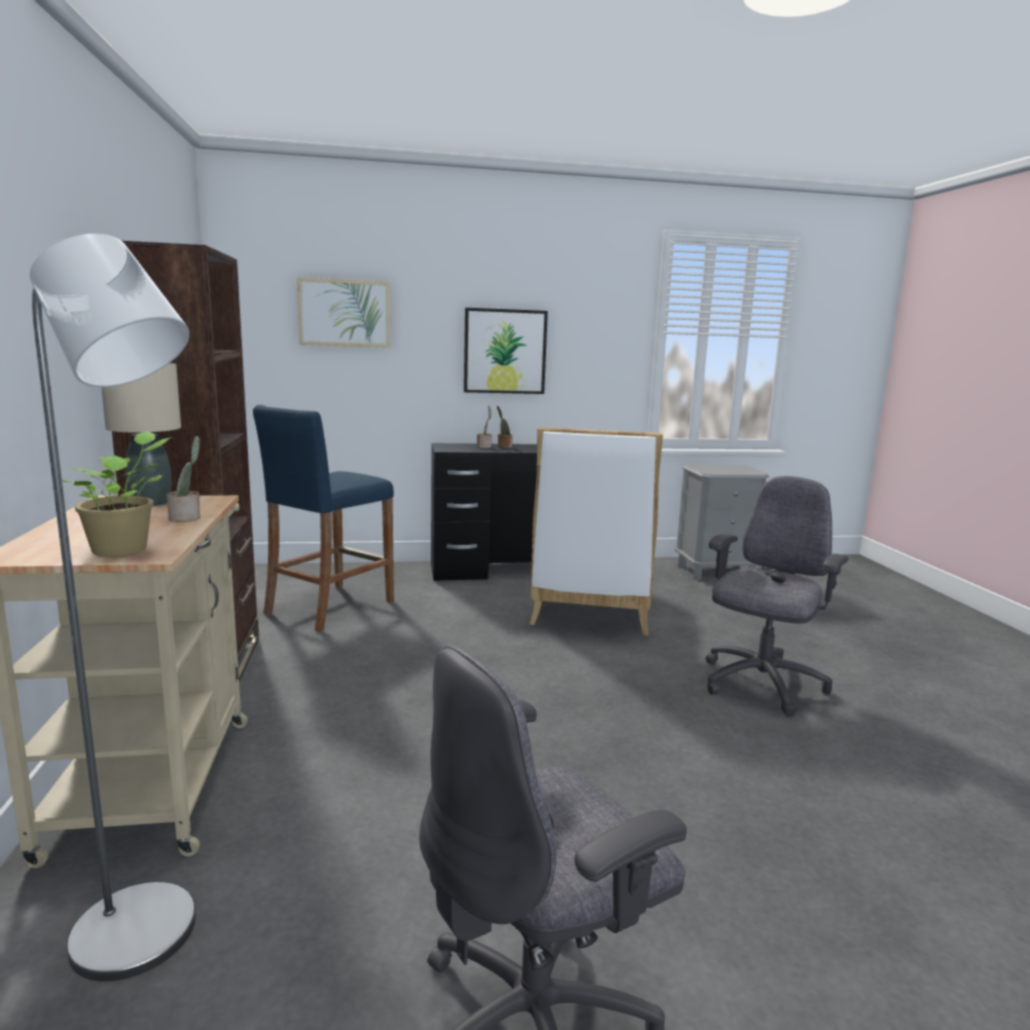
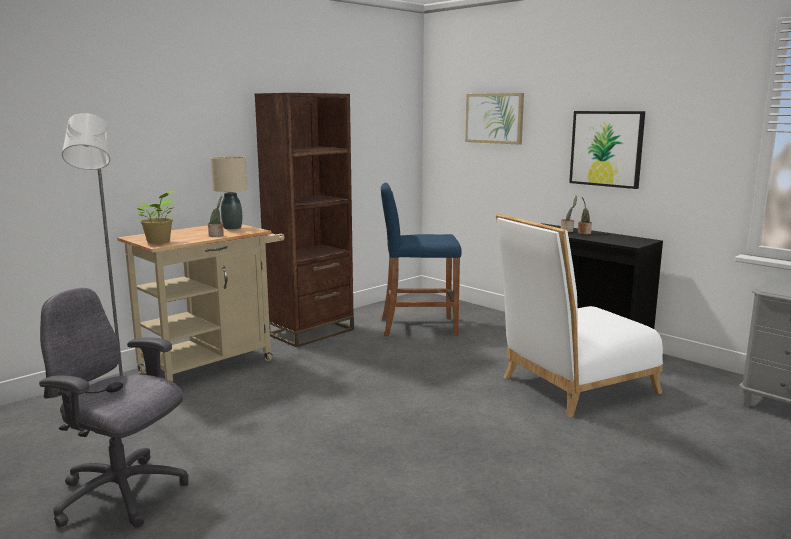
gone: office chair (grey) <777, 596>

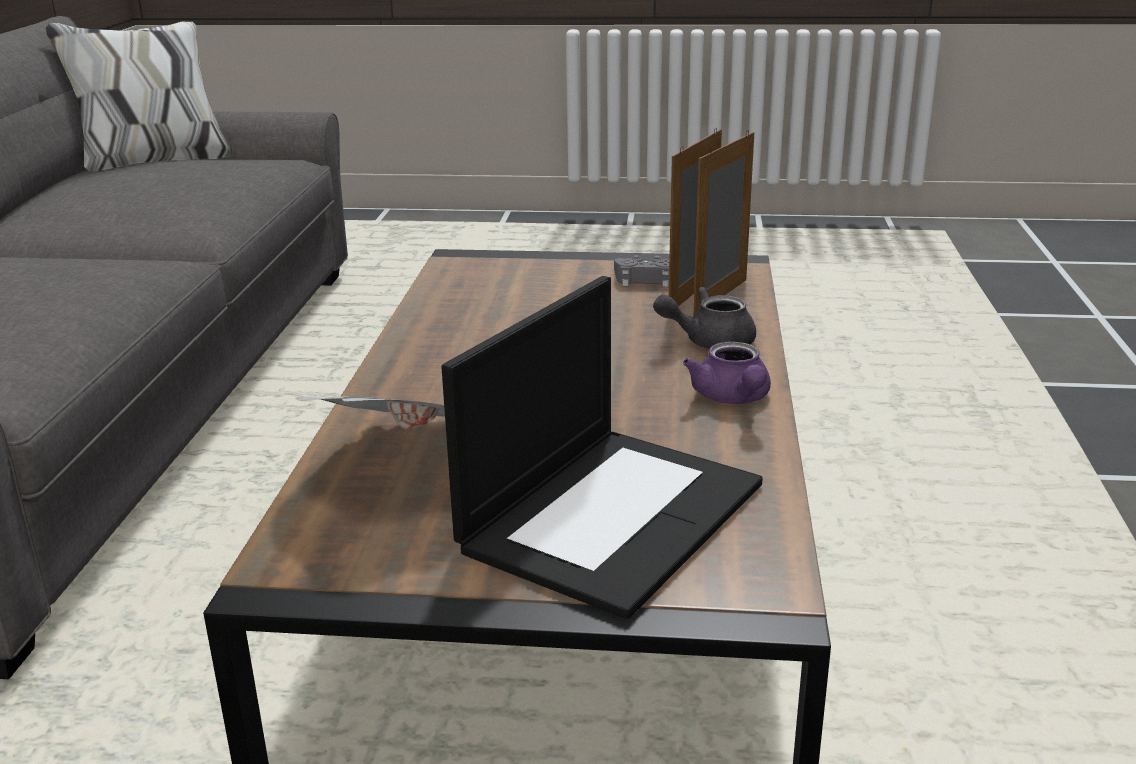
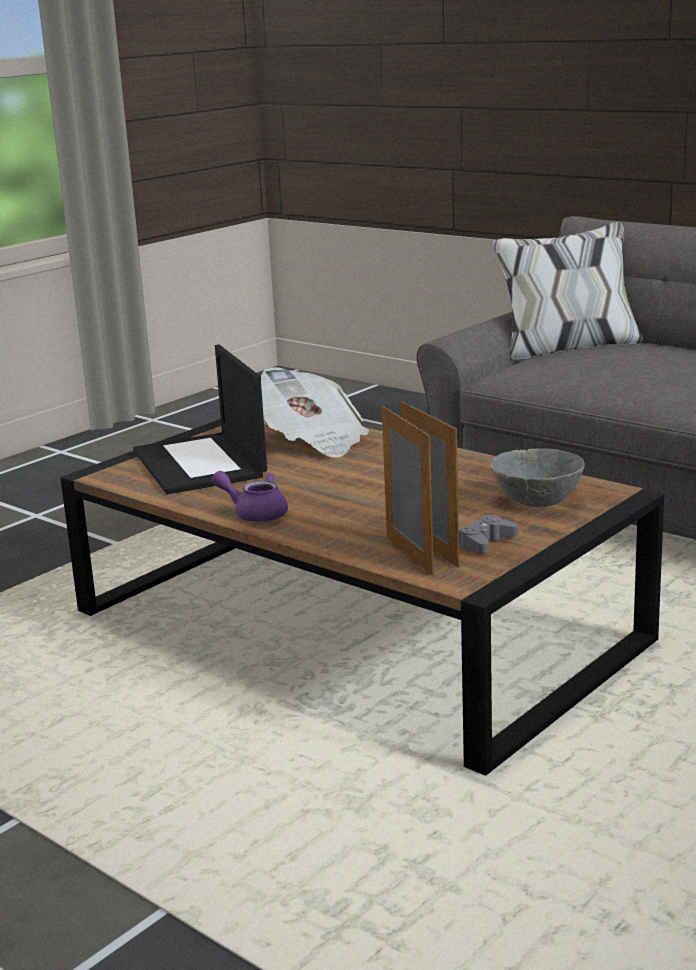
gone: teapot (grey) <704, 318>
new: bowl (grey) <538, 477>

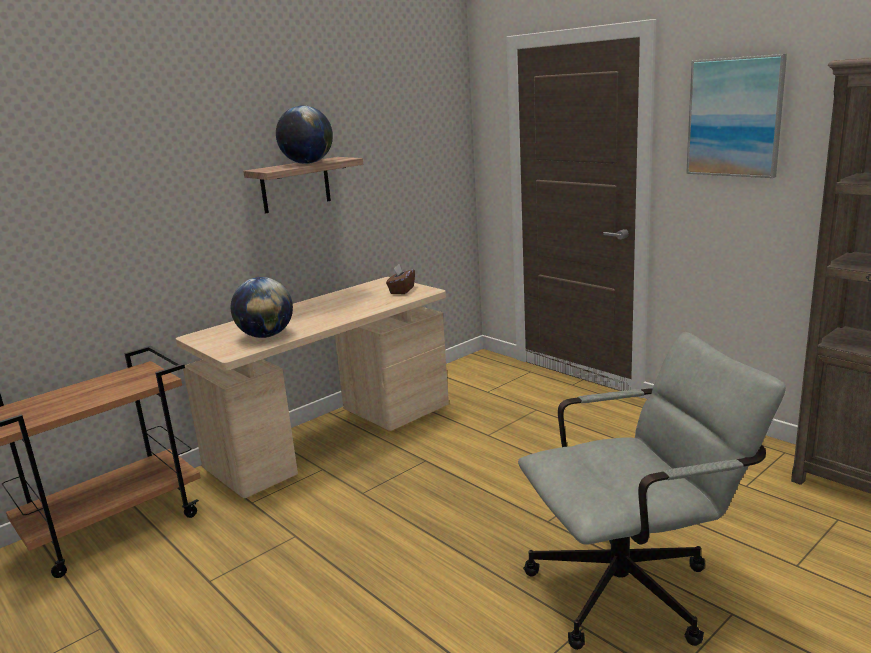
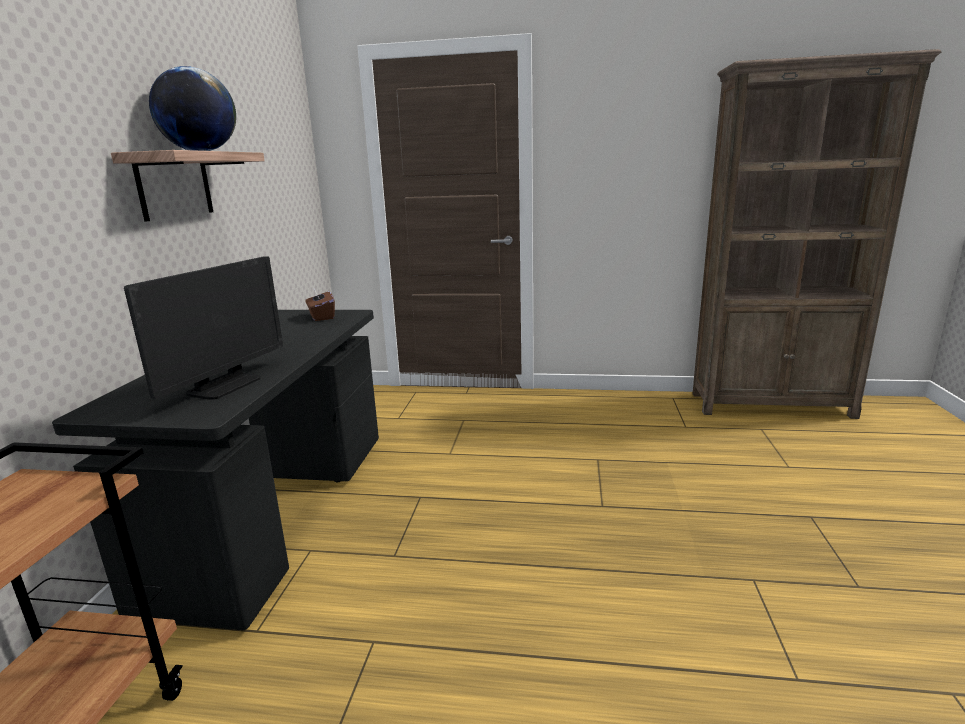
gone: office chair (grey) <652, 491>; picture <736, 116>
swapped: globe <262, 307> to monitor <203, 328>
repainted: desk (beige) <312, 387> to desk (black) <215, 470>

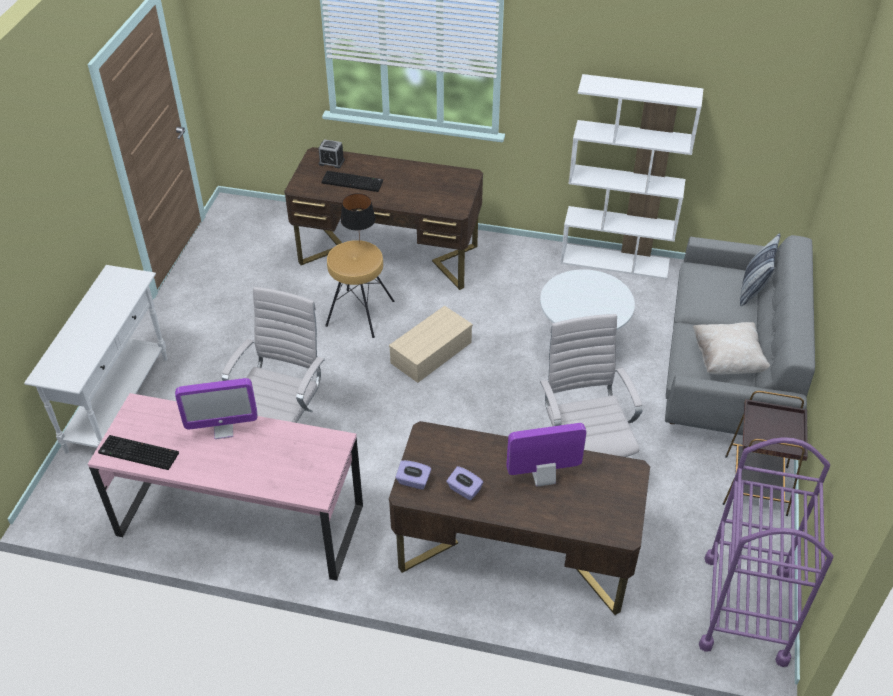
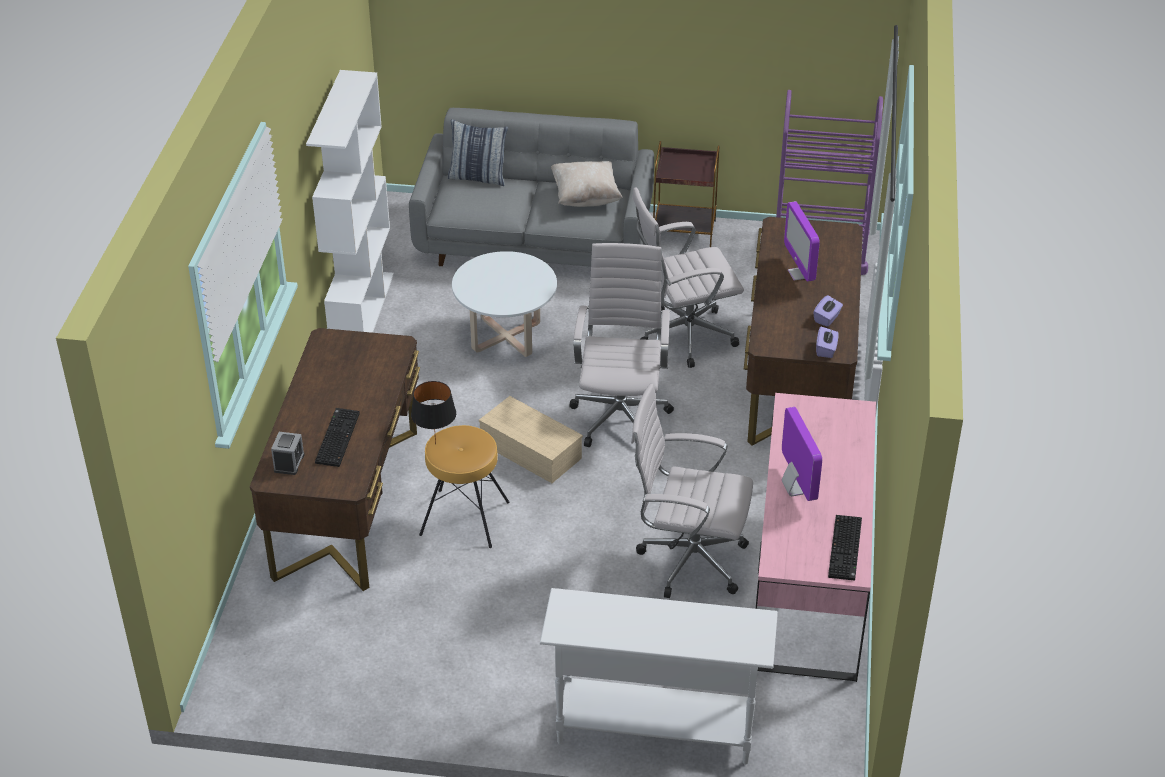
new: office chair (white) <621, 345>

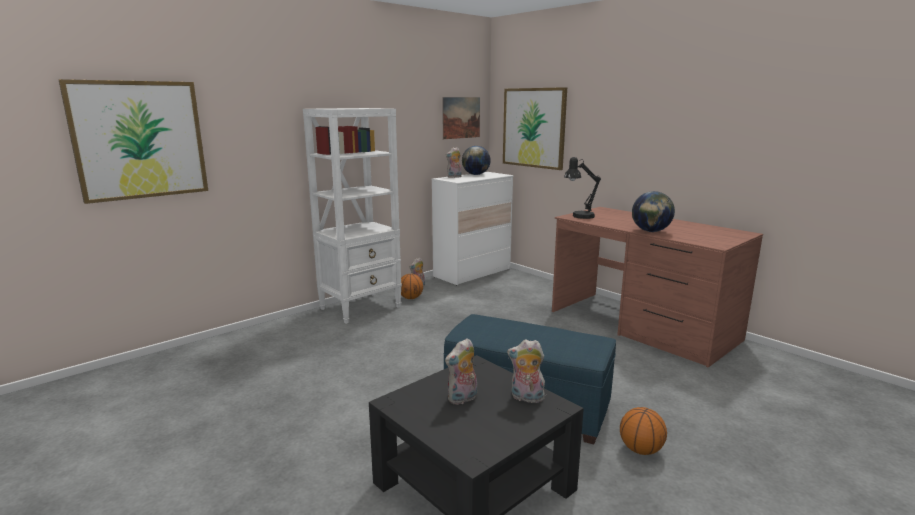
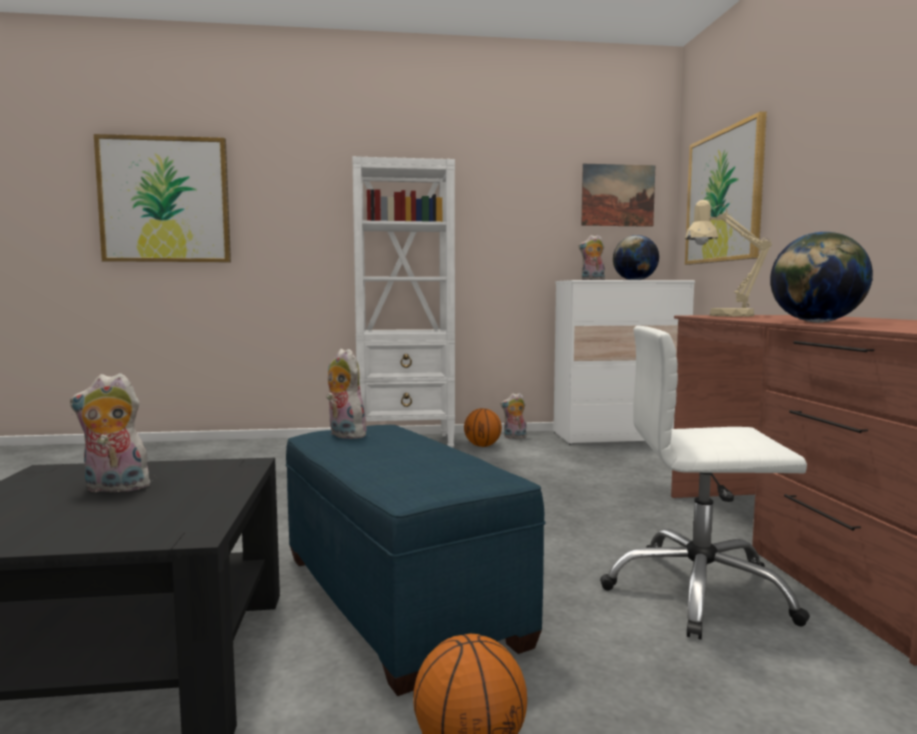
new: office chair (white) <705, 483>
shifted: plush toy <526, 371> to <346, 394>
repainted: table lamp (black) <582, 188> to table lamp (beige) <728, 258>

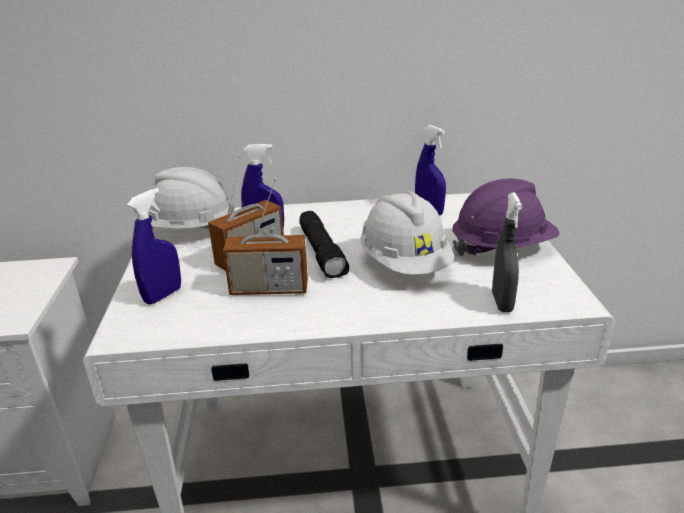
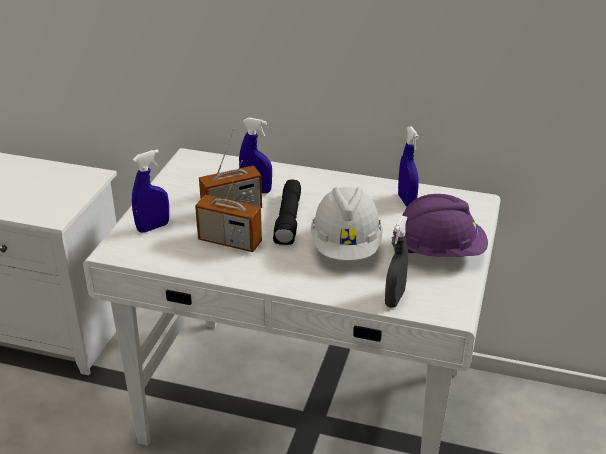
gone: hard hat (white) <191, 198>

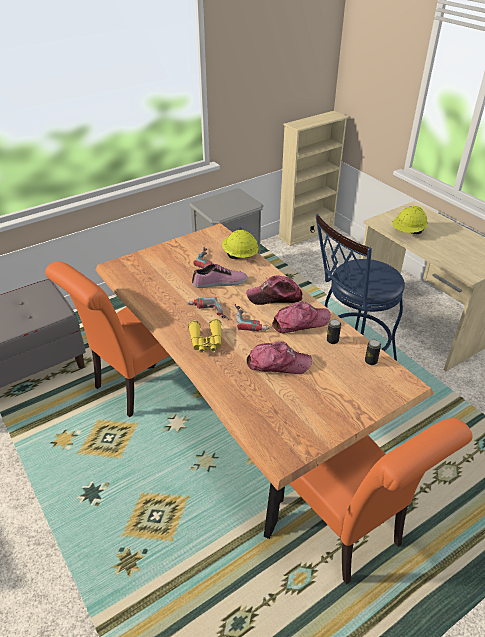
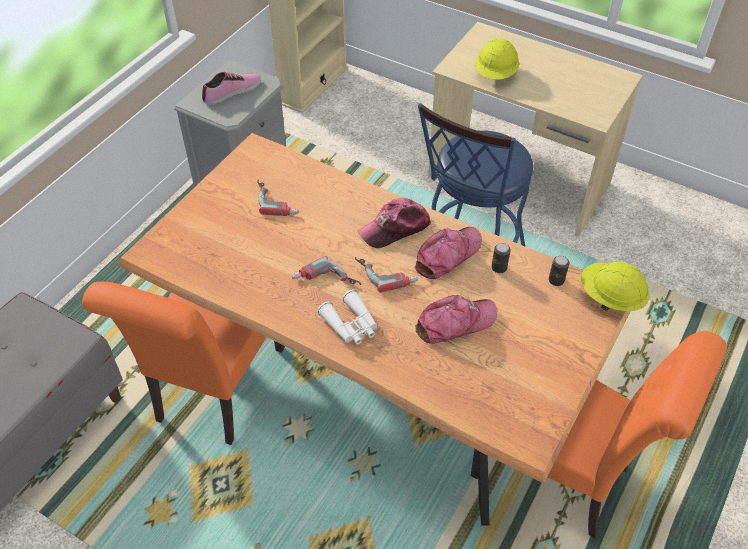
shifted: shoe <220, 276> to <231, 88>; hard hat (yellow) <240, 244> to <615, 287>
repainted: binoculars (yellow) <204, 336> to binoculars (white) <347, 317>

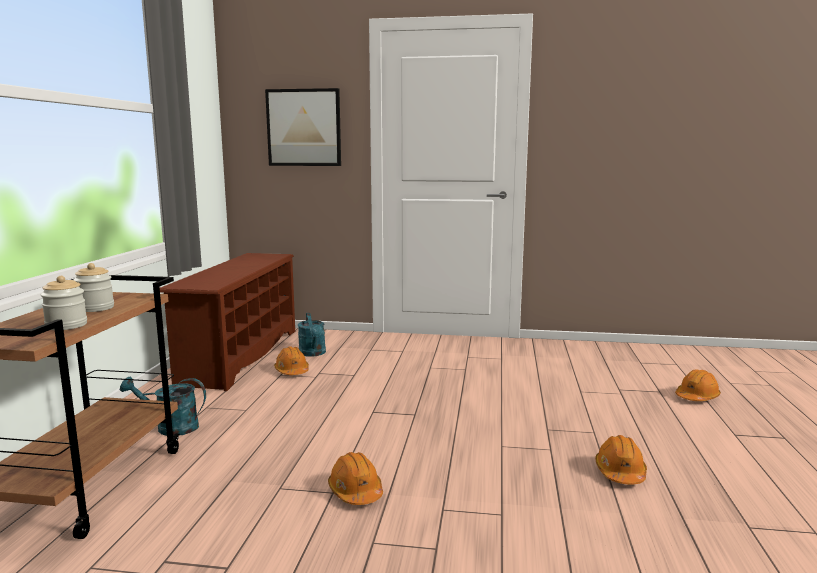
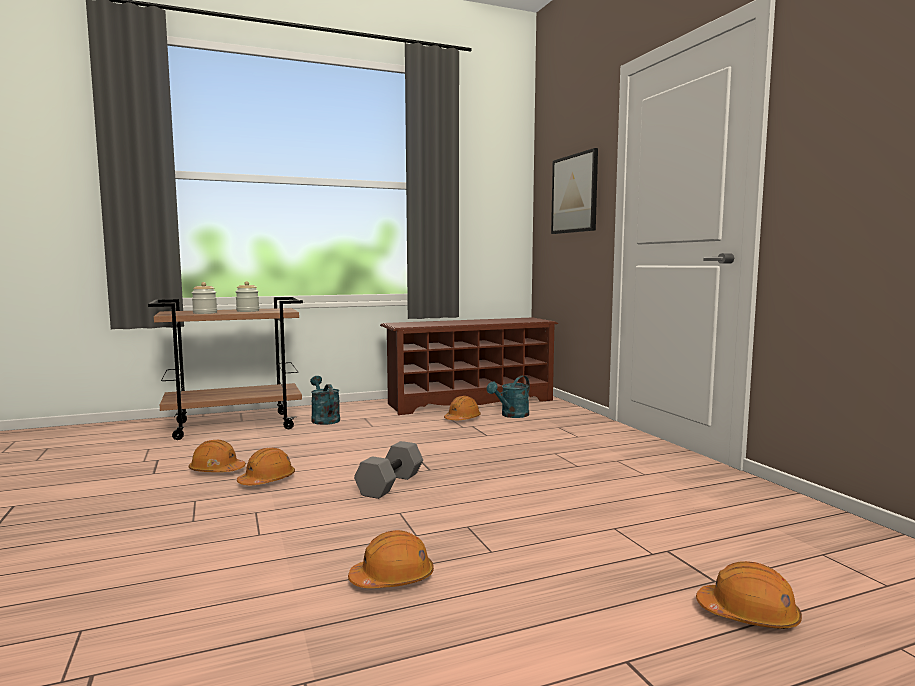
new: hard hat (orange) <217, 456>; dumbbell (grey) <388, 470>

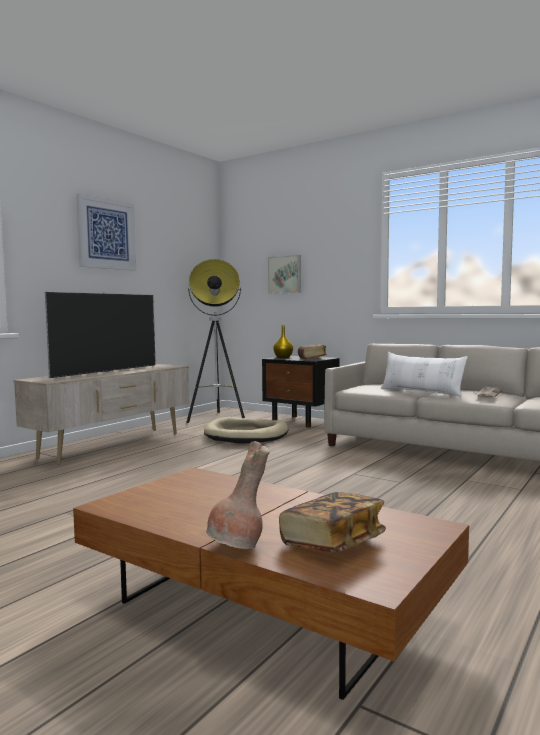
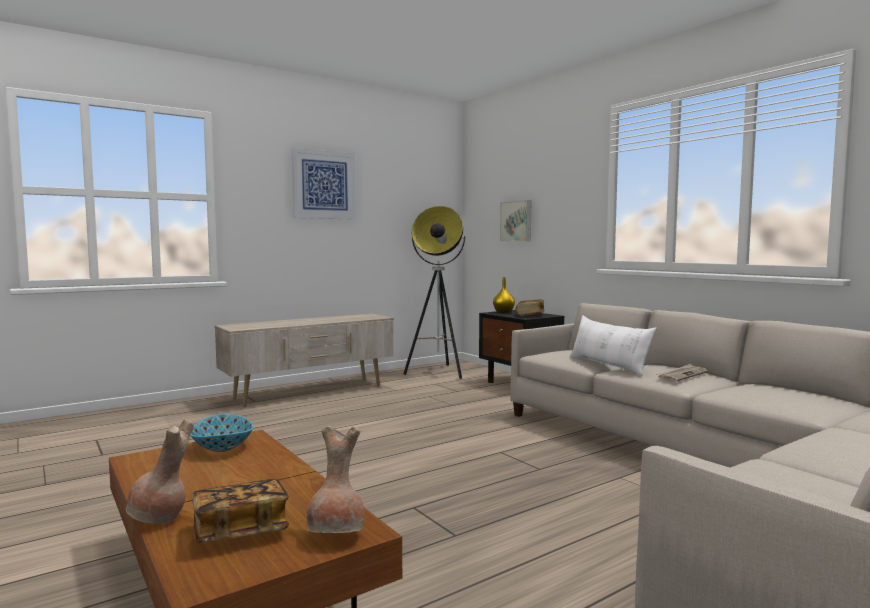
gone: television <100, 335>; dog bed (beige) <246, 430>
new: bowl <221, 433>; vase (brown) <335, 479>

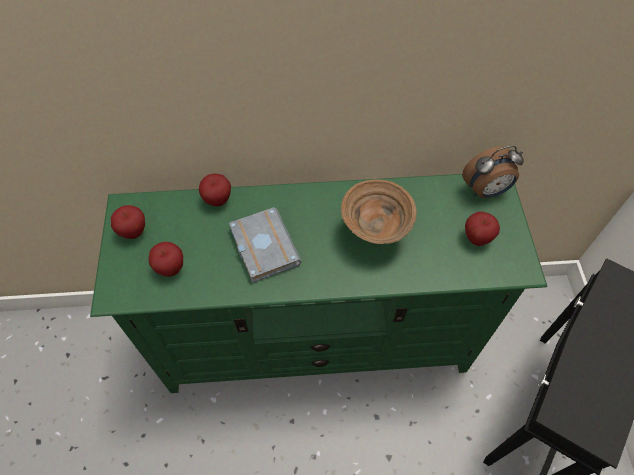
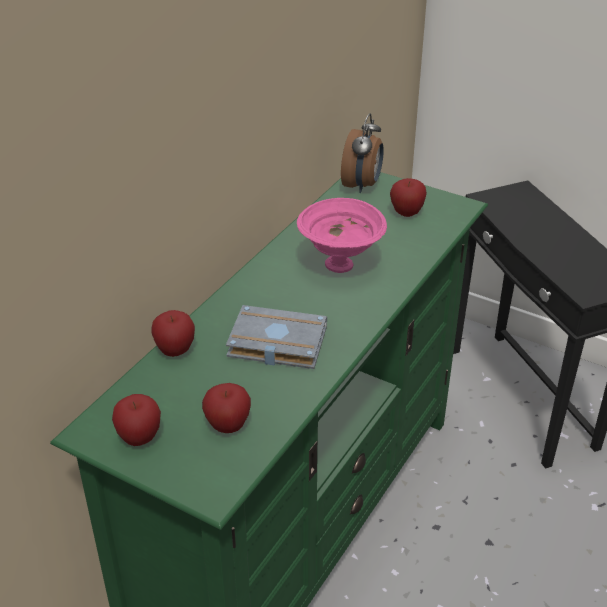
repainted: bowl (brown) <379, 212> to bowl (pink) <342, 235>

